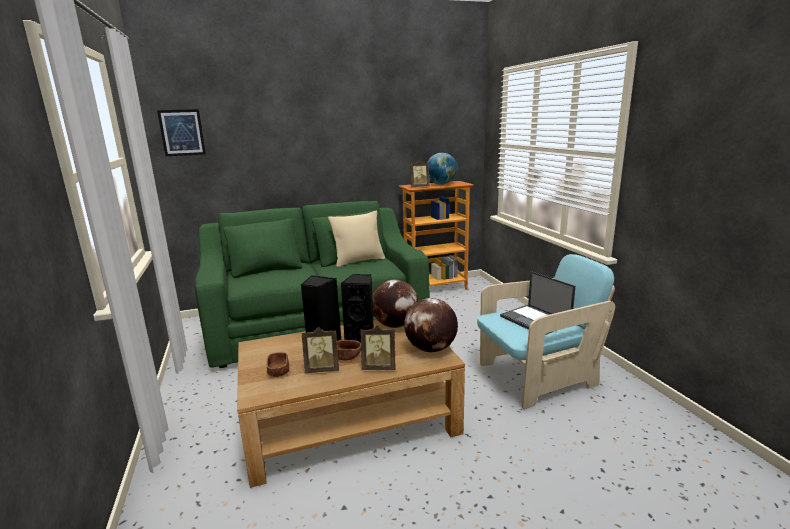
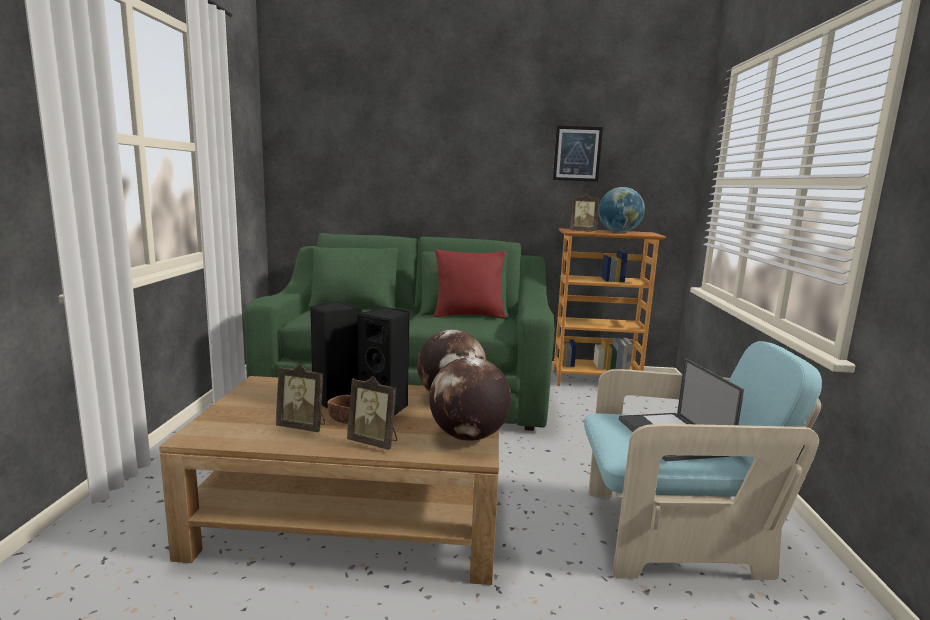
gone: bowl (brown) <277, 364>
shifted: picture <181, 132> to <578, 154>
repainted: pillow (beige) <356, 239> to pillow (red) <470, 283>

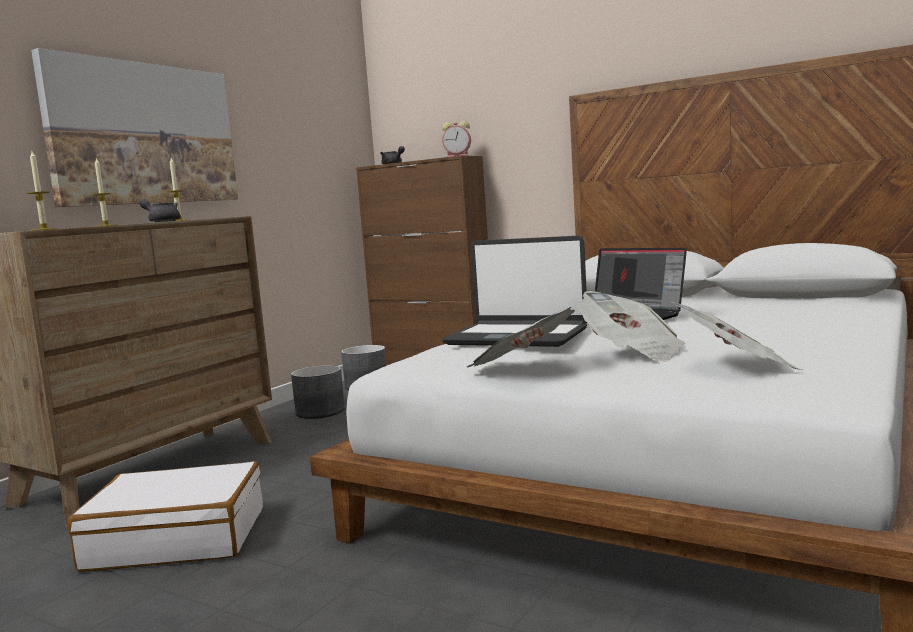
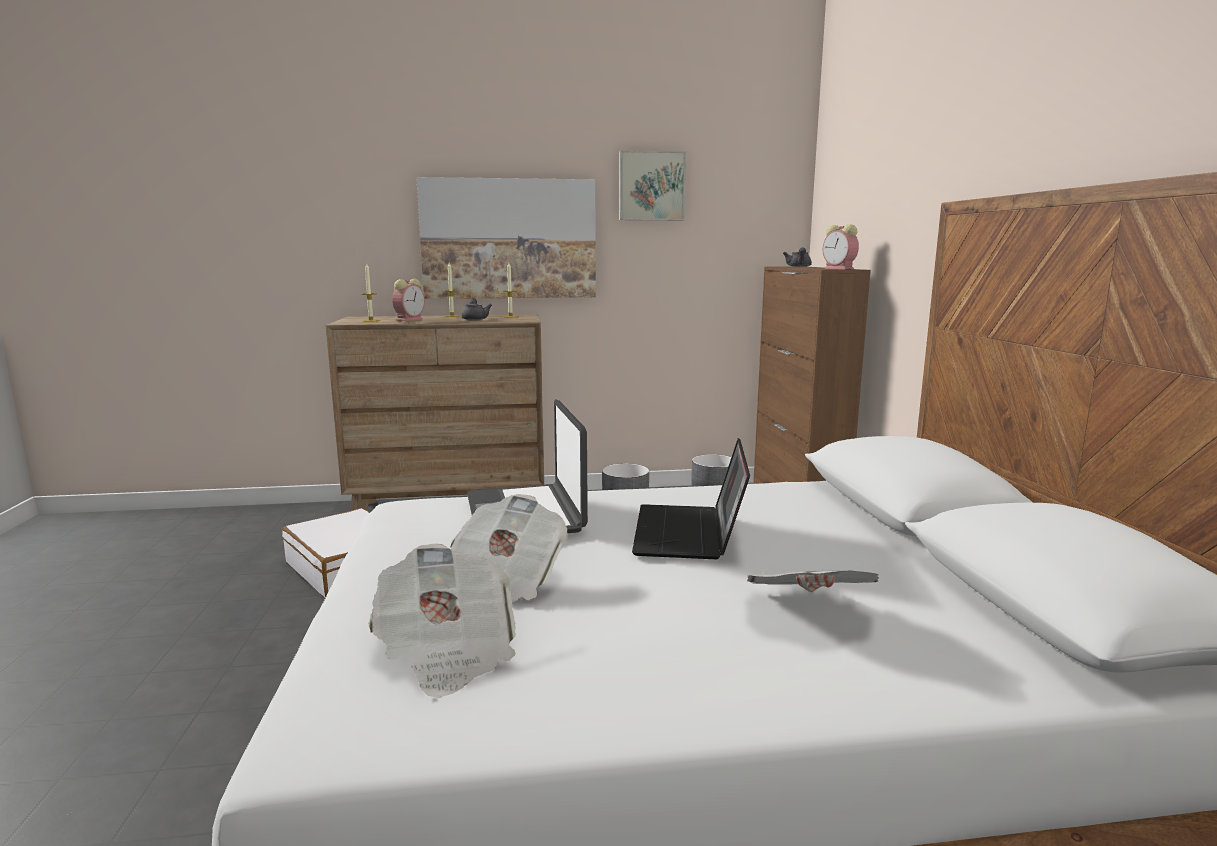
new: alarm clock <408, 300>; picture <652, 185>
shifted: newspaper <521, 337> to <813, 581>

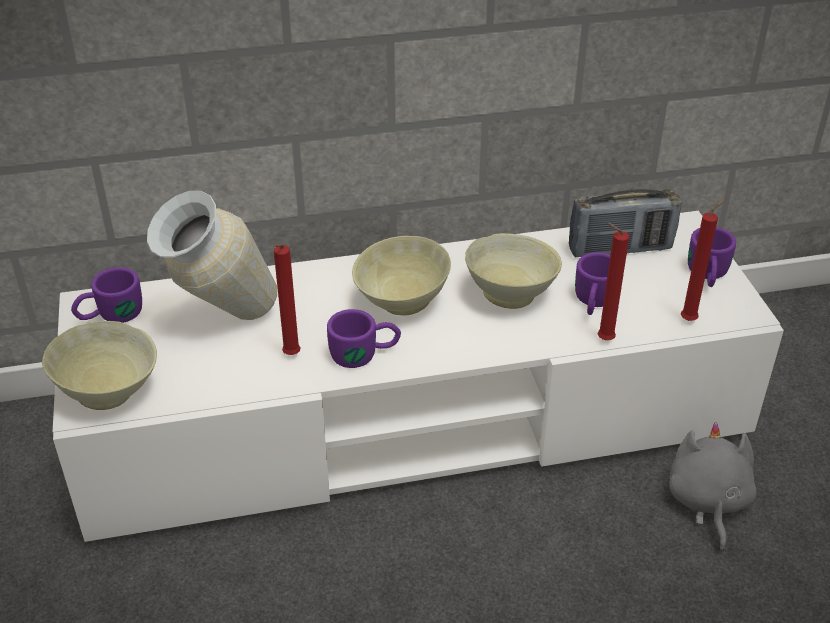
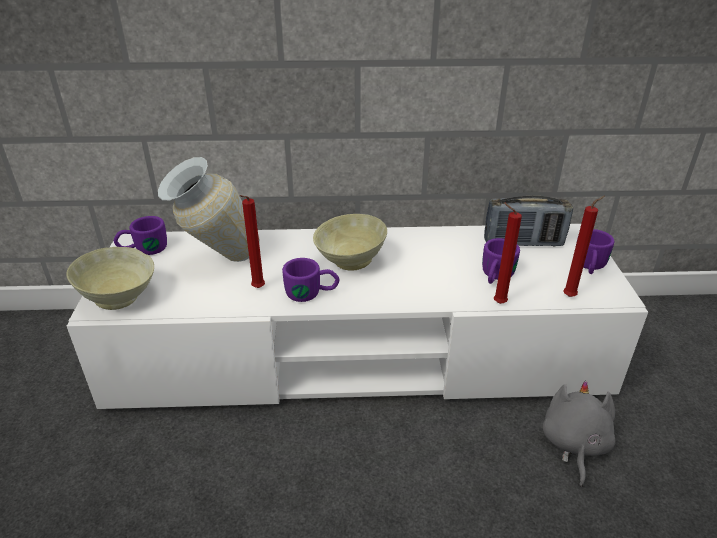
gone: bowl (beige) <513, 271>

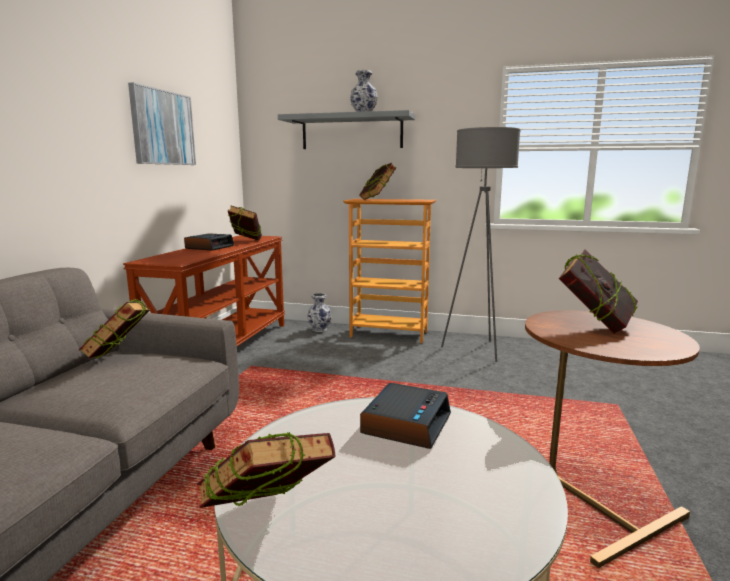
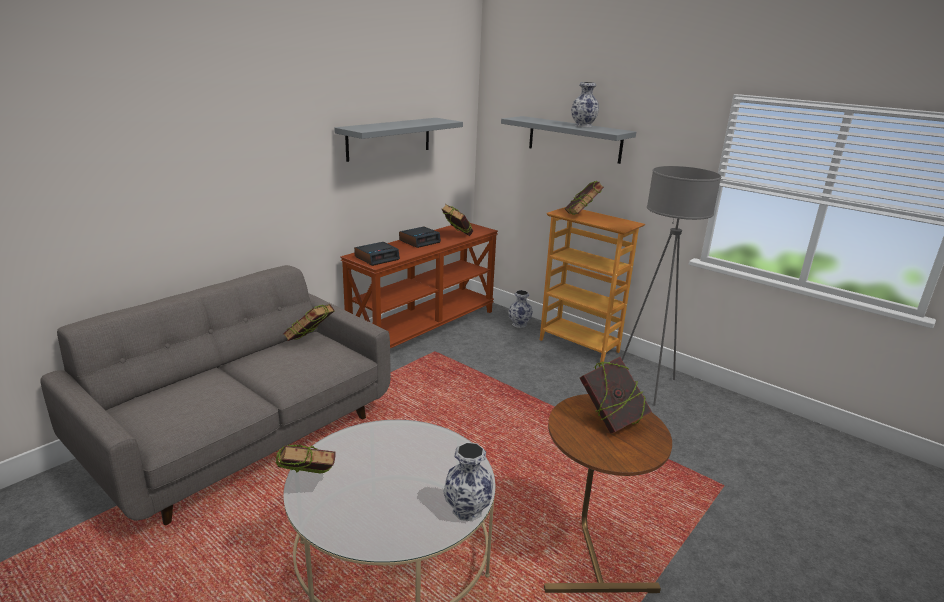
new: vase <468, 481>
shifted: alarm clock <405, 416> to <377, 254>
swapped: picture <162, 123> to shelf (grey) <398, 140>

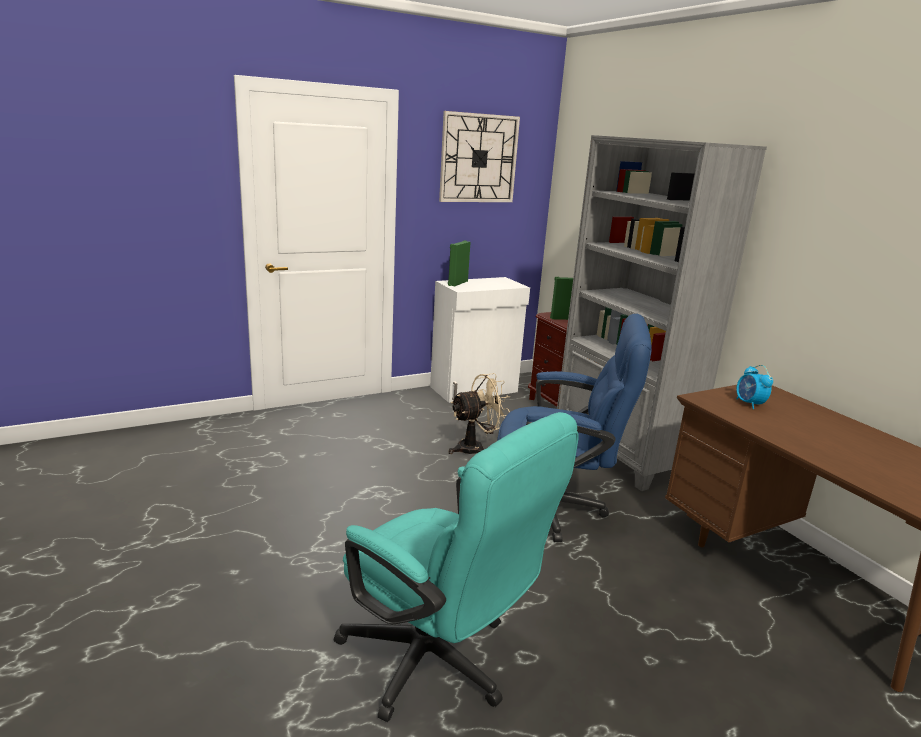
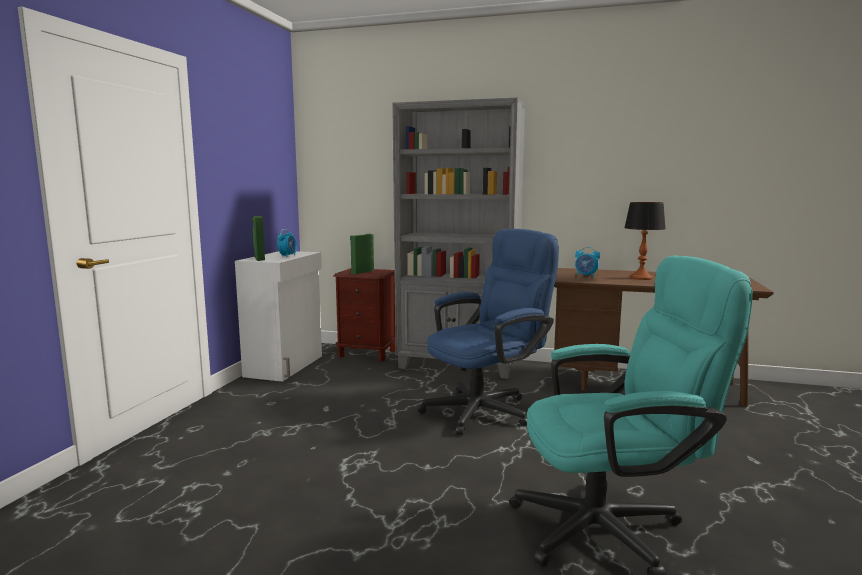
gone: wall clock <479, 156>; fan (beige) <479, 413>
new: alarm clock <287, 243>; table lamp <645, 241>

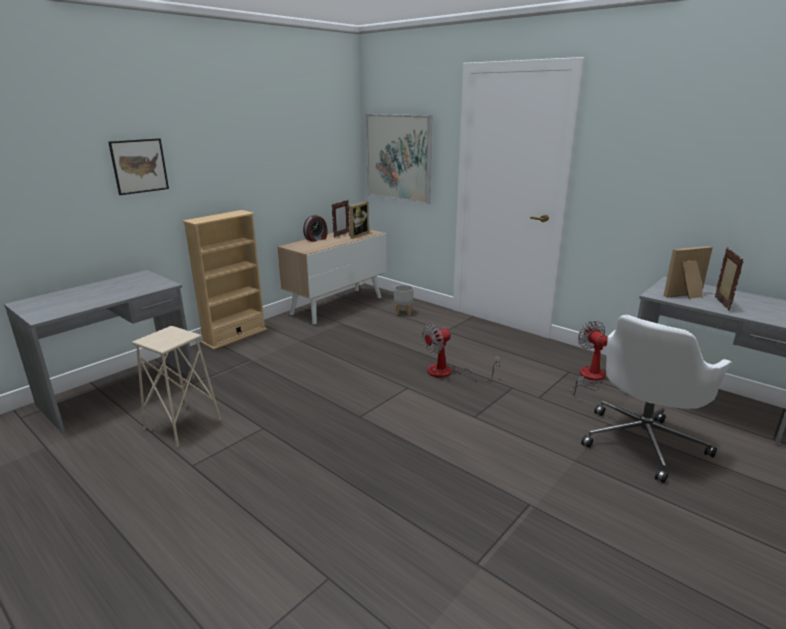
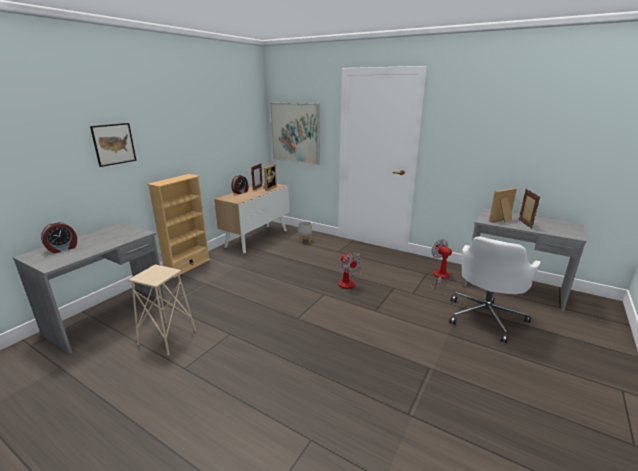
new: alarm clock <59, 237>
rotated: fan <461, 353> = <349, 271> 75 degrees counterclockwise

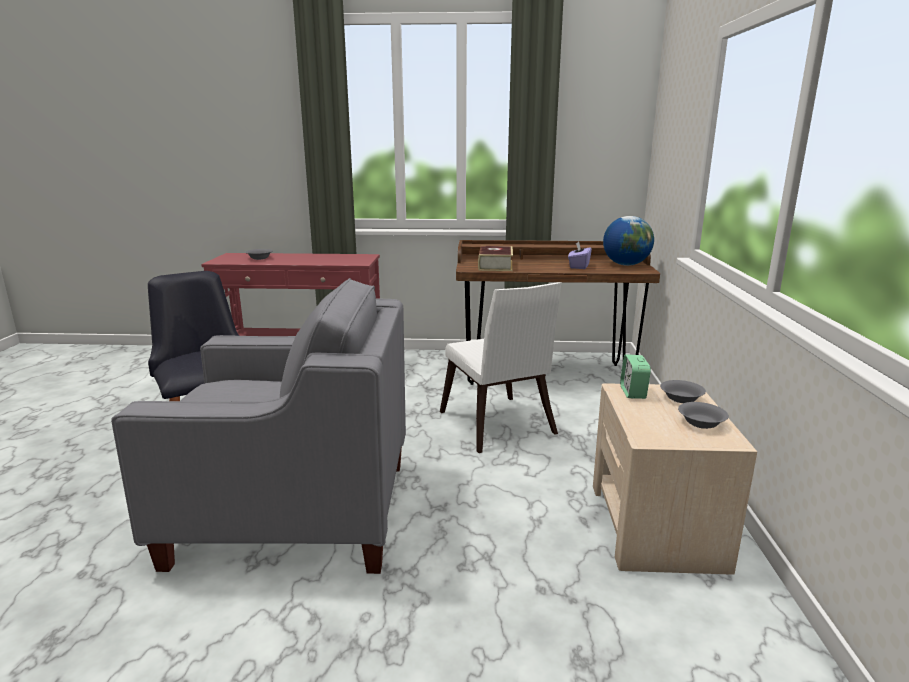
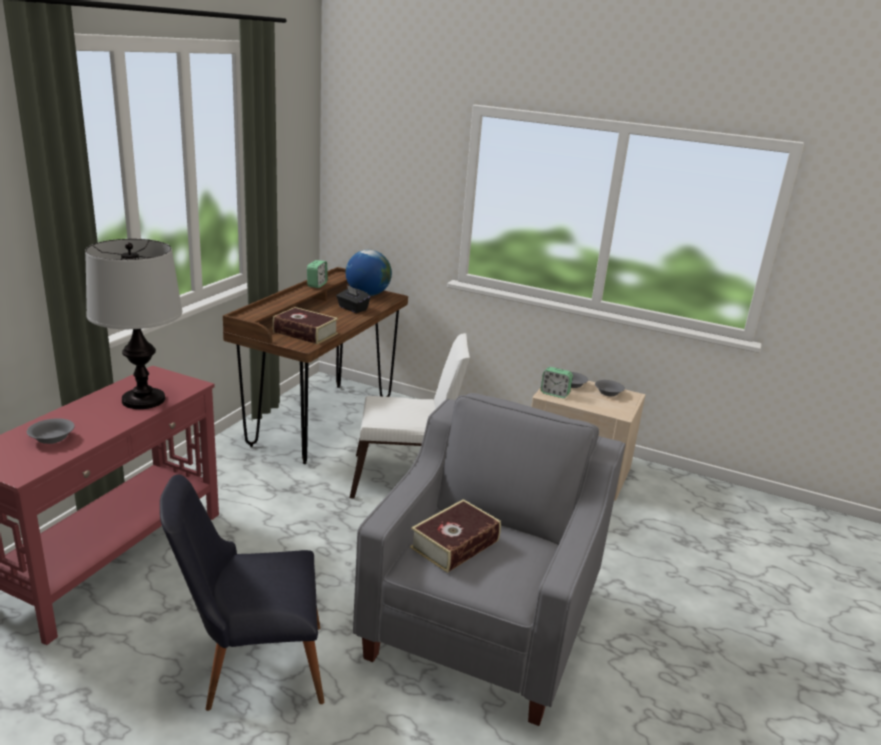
new: table lamp <133, 324>; alarm clock <317, 274>; book <455, 536>
repainted: tissue box (purple) <580, 255> to tissue box (black) <353, 299>

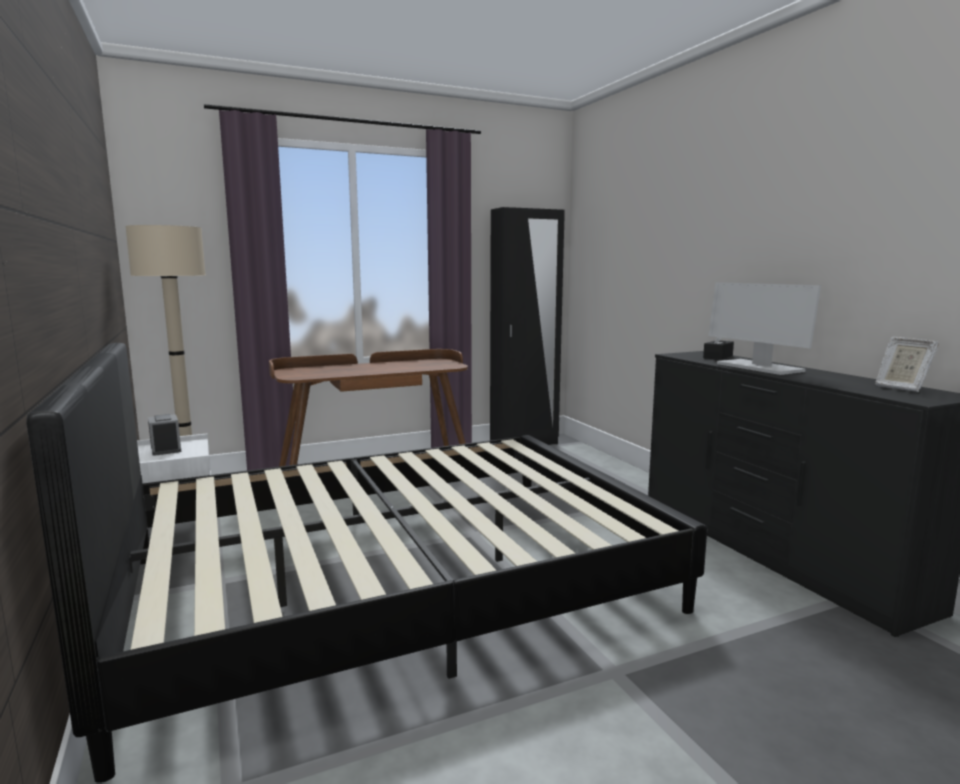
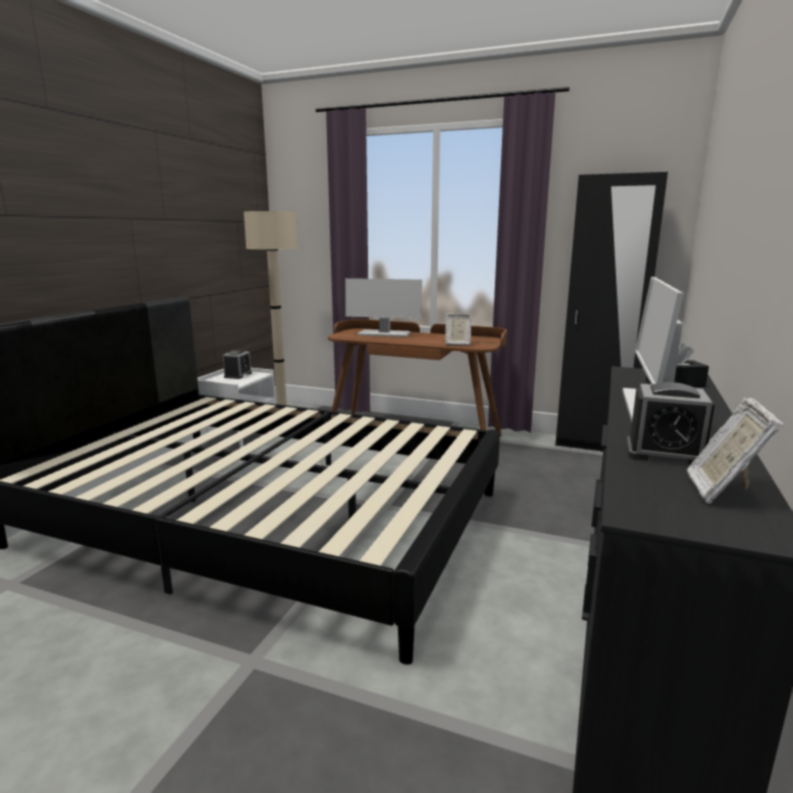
new: monitor <383, 307>; picture frame <458, 329>; alarm clock <670, 424>

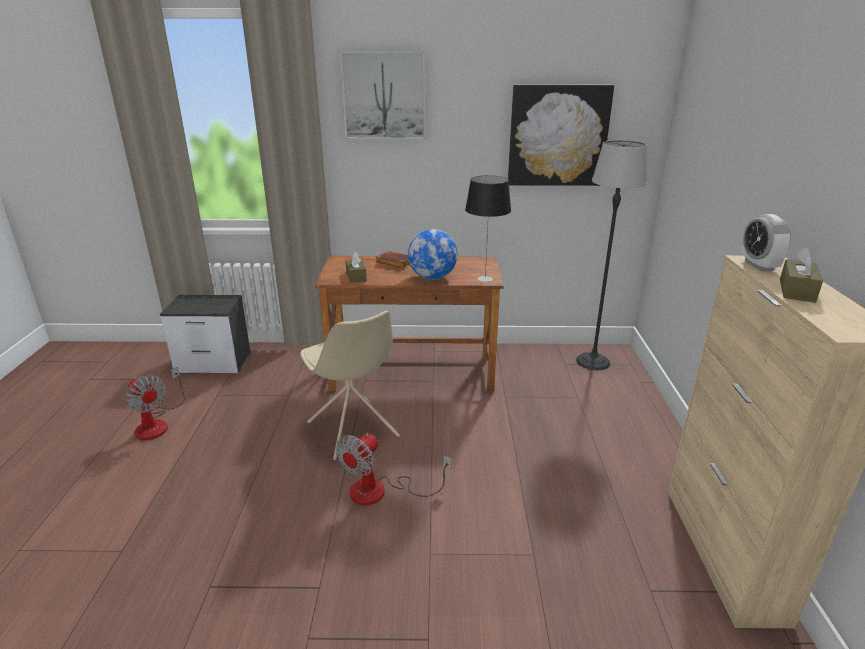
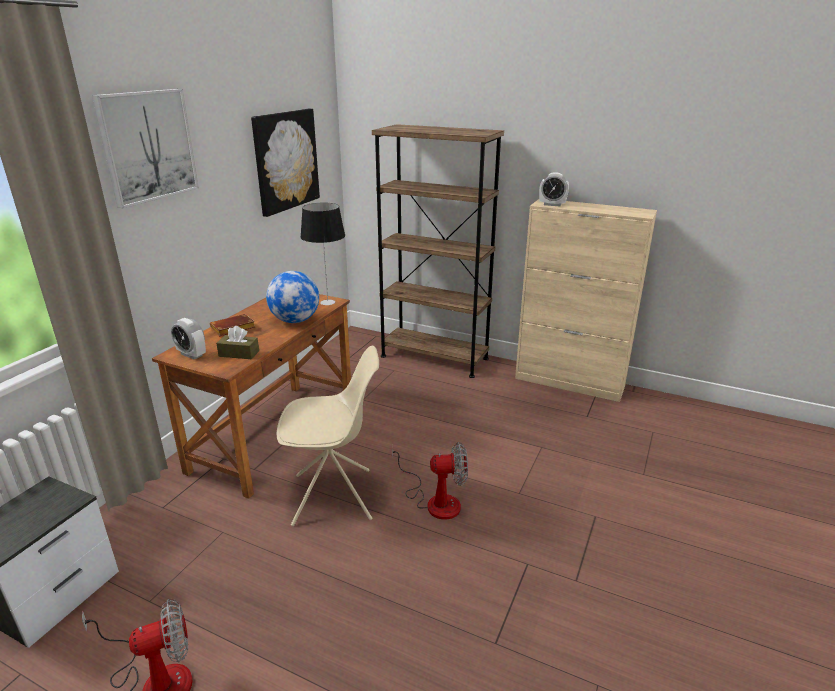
gone: floor lamp <611, 255>; tissue box (brown) <801, 275>
new: alarm clock <188, 339>; bookcase (brown) <438, 251>
rotated: fan <394, 469> = <430, 481> 60 degrees counterclockwise

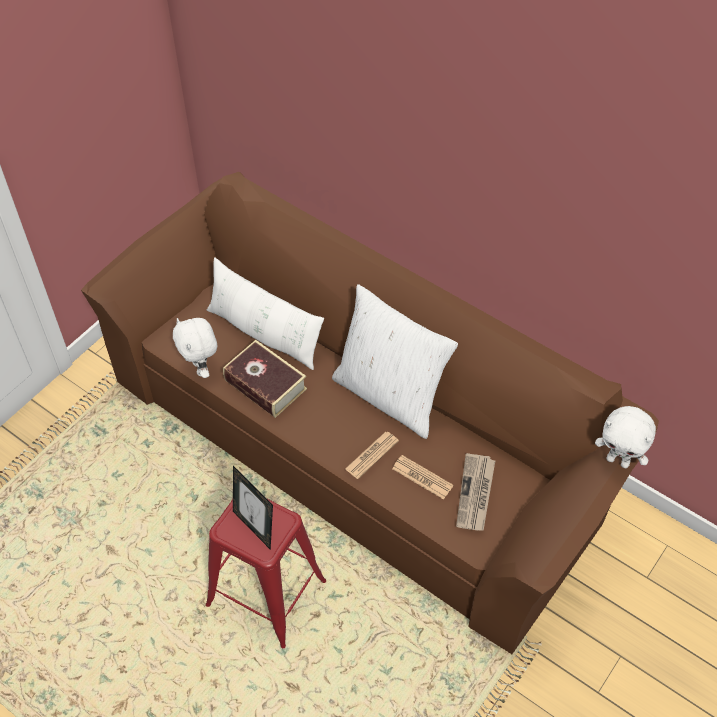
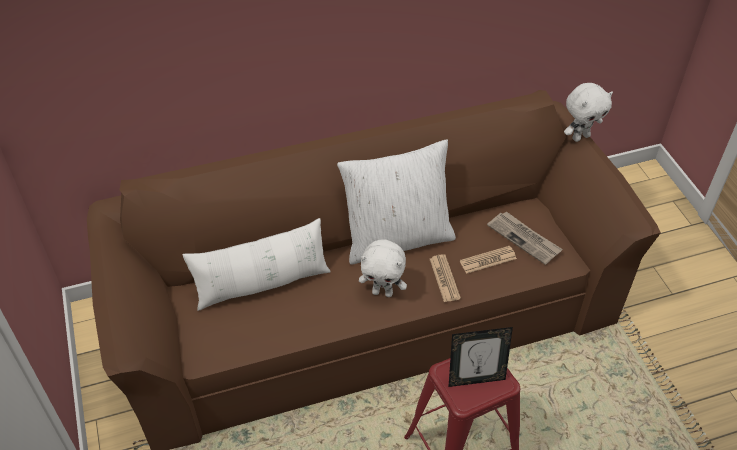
gone: book <265, 379>
shifted: plush toy (white) <195, 348> to <383, 268>

